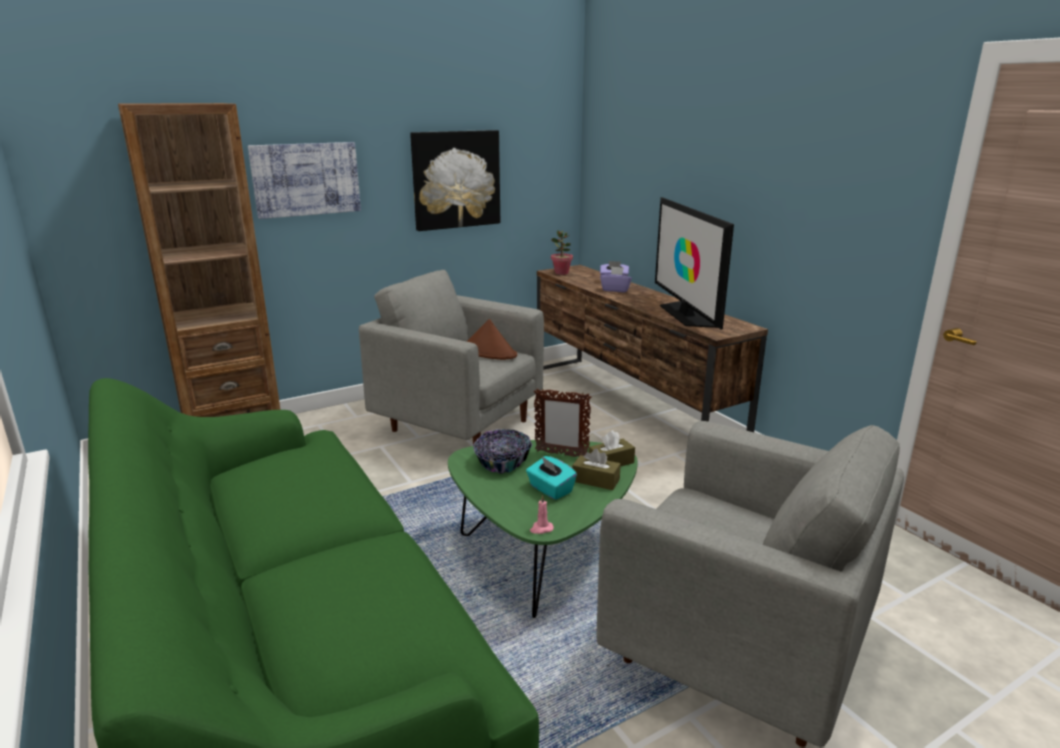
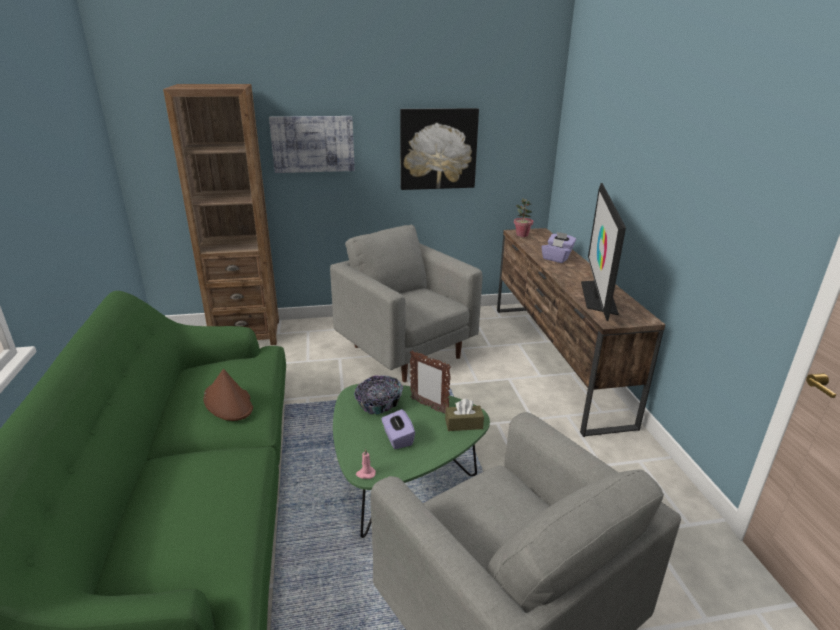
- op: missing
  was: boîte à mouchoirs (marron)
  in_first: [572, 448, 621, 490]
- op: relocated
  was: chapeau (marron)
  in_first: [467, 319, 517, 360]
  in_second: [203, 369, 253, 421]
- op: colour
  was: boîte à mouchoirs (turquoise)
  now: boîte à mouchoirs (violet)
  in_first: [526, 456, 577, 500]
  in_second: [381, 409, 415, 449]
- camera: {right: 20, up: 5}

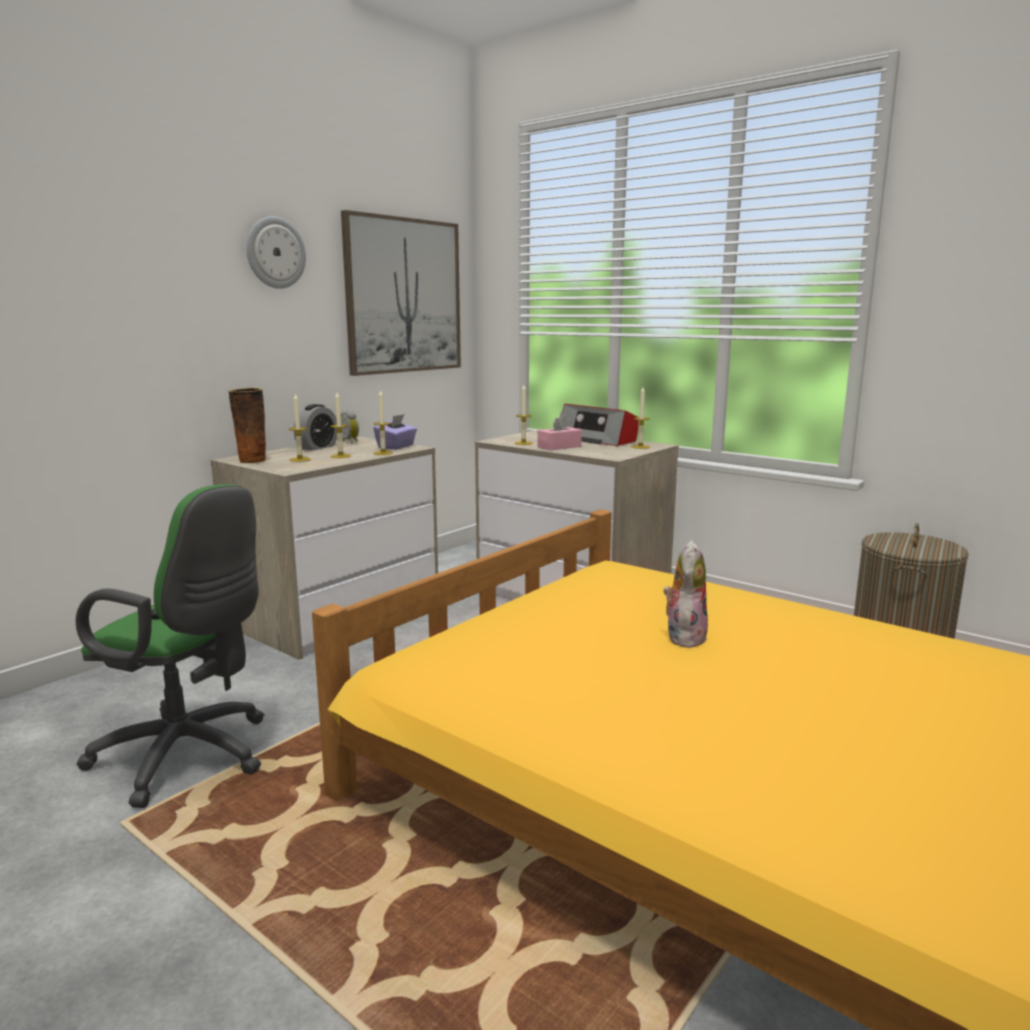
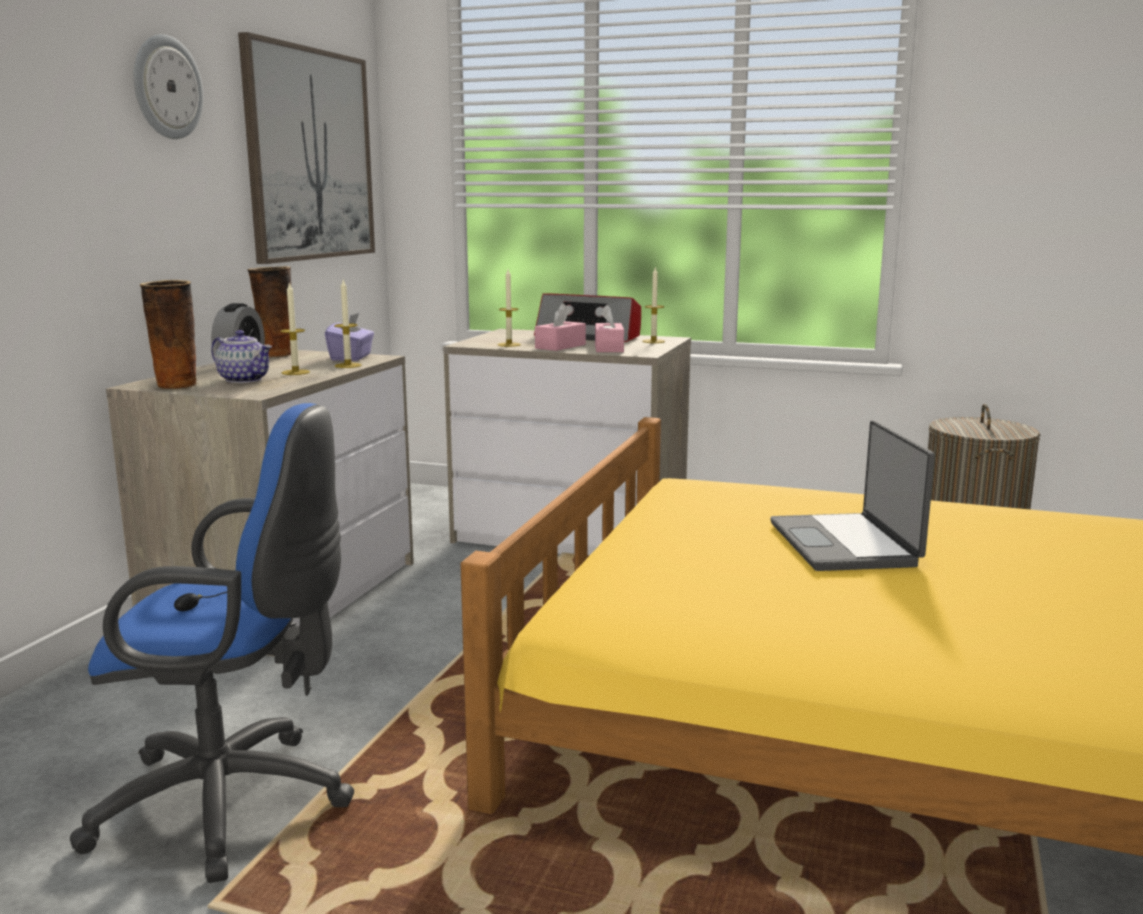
- op: appeared
  now: boîte à mouchoirs (rose)
  in_second: [595, 304, 624, 352]
- op: exchanged
  was: bougie
  now: théière
  in_first: [289, 394, 311, 462]
  in_second: [211, 330, 272, 383]
- op: exchanged
  was: réveil
  now: vase
  in_first: [341, 410, 359, 443]
  in_second: [248, 266, 291, 357]
- op: exchanged
  was: peluche
  now: ordinateur portable
  in_first: [663, 540, 708, 648]
  in_second: [770, 420, 935, 571]
- op: colour
  was: chaise de bureau (vert)
  now: chaise de bureau (bleu)
  in_first: [76, 484, 265, 808]
  in_second: [70, 403, 354, 883]
- camera: {right: -20, up: 0}

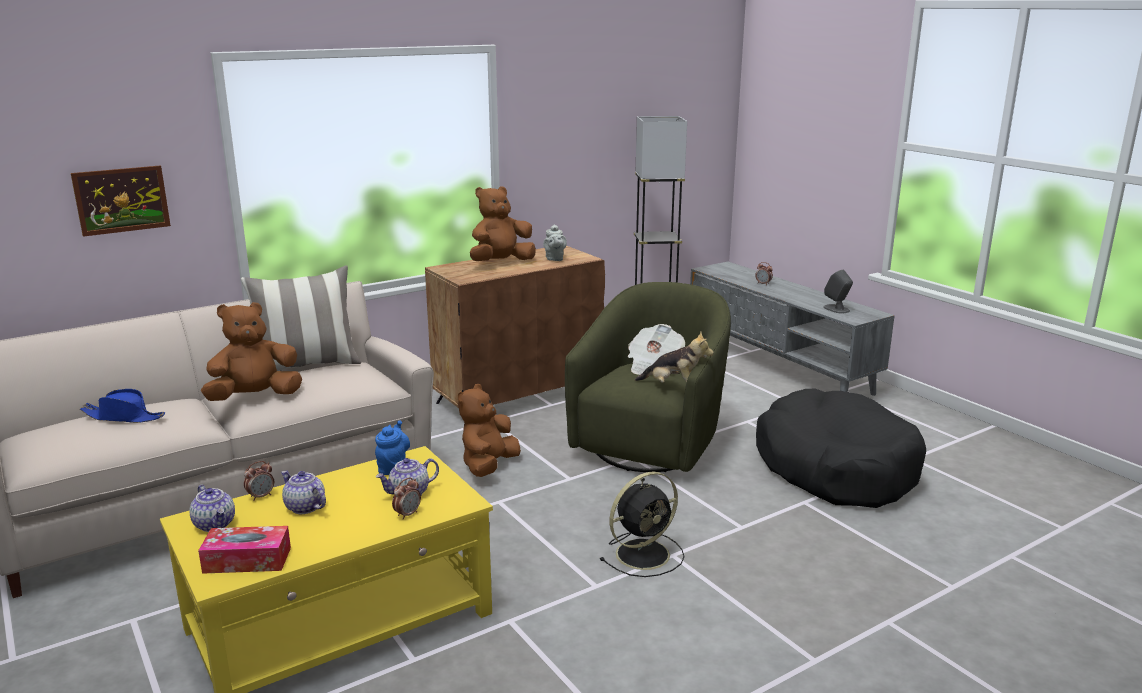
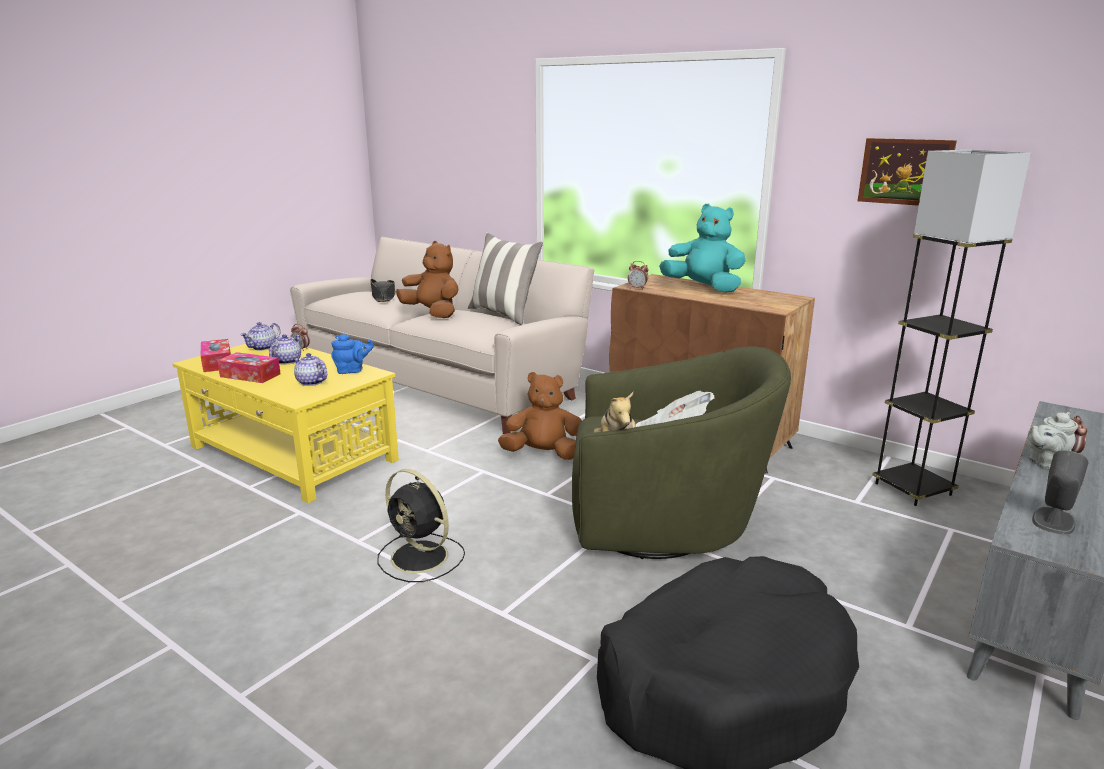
- op: appeared
  now: boîte à mouchoirs
  in_second: [217, 352, 281, 383]
- op: relocated
  was: tableau
  in_first: [71, 165, 171, 237]
  in_second: [857, 138, 957, 206]
- op: relocated
  was: réveil
  in_first: [392, 477, 421, 520]
  in_second: [628, 261, 649, 290]
- op: relocated
  was: théière (gris)
  in_first: [543, 224, 567, 261]
  in_second: [1027, 412, 1078, 470]
- op: colour
  was: chapeau (bleu)
  now: chapeau (noir)
  in_first: [80, 389, 165, 423]
  in_second: [370, 279, 396, 302]
- op: colour
  was: peluche (marron)
  now: peluche (turquoise)
  in_first: [470, 186, 536, 261]
  in_second: [659, 203, 746, 293]
- camera: {right: 70, up: 0}

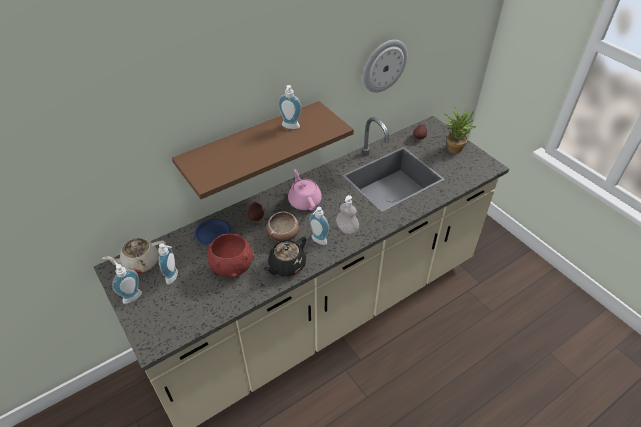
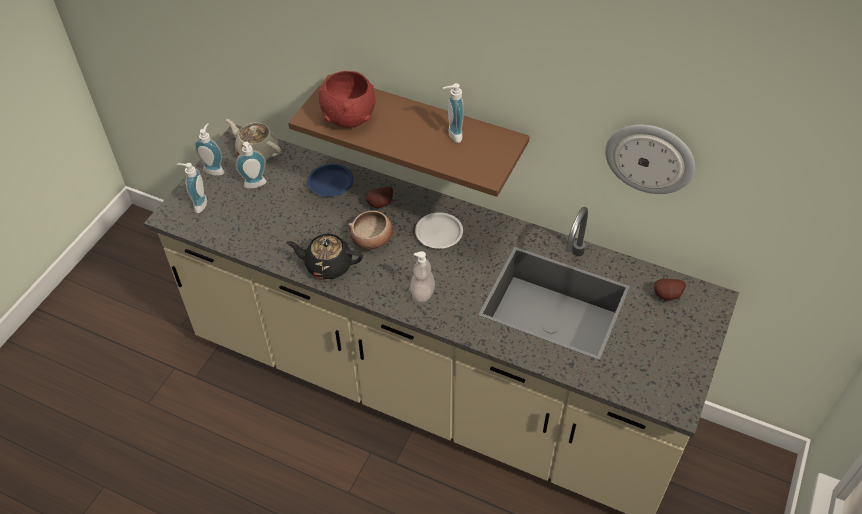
- op: missing
  was: plante en pot
  in_first: [443, 107, 477, 153]
- op: relocated
  was: bol (rouge)
  in_first: [208, 234, 254, 278]
  in_second: [319, 71, 375, 128]
- op: relocated
  was: distributeur de savon
  in_first: [309, 207, 329, 245]
  in_second: [177, 163, 207, 213]
- op: exchanged
  was: théière (rose)
  now: assiette (blanc)
  in_first: [288, 169, 322, 211]
  in_second: [415, 212, 463, 249]
- camera: {right: 60, up: 5}

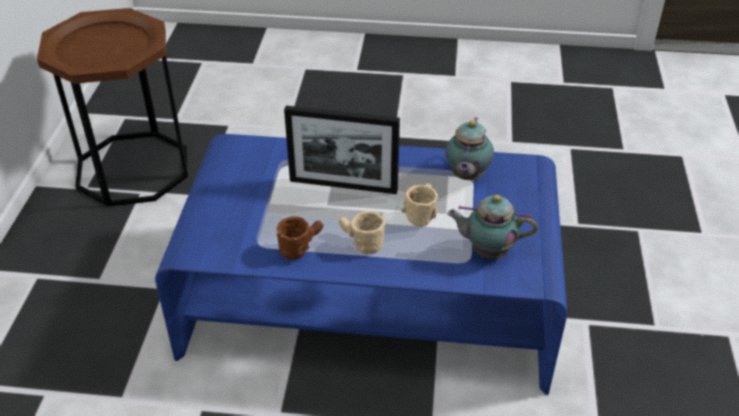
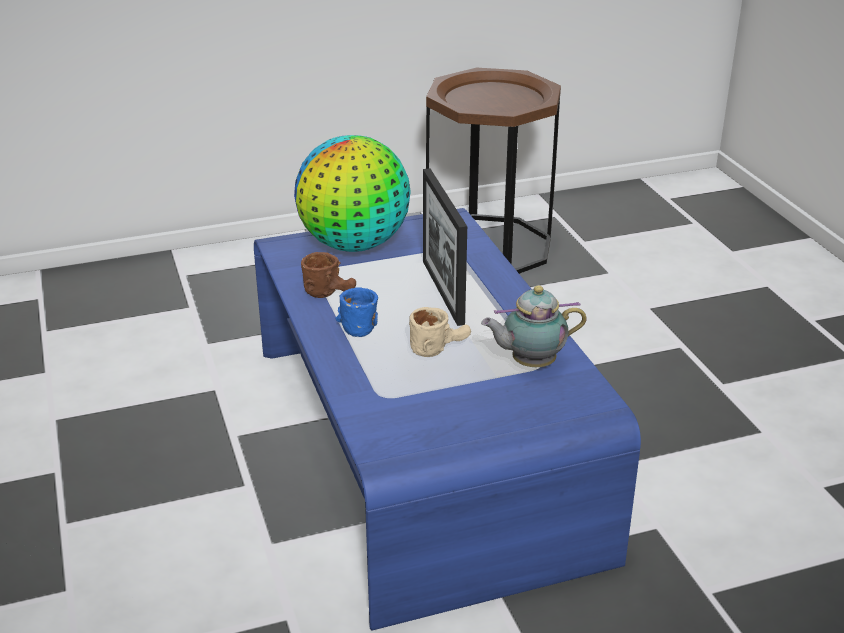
- op: missing
  was: théière
  in_first: [447, 195, 537, 258]
- op: appeared
  now: globe
  in_second: [294, 135, 411, 252]
- op: colour
  was: mug (beige)
  now: mug (bleu)
  in_first: [339, 211, 385, 254]
  in_second: [335, 287, 378, 337]
- camera: {right: 65, up: -10}

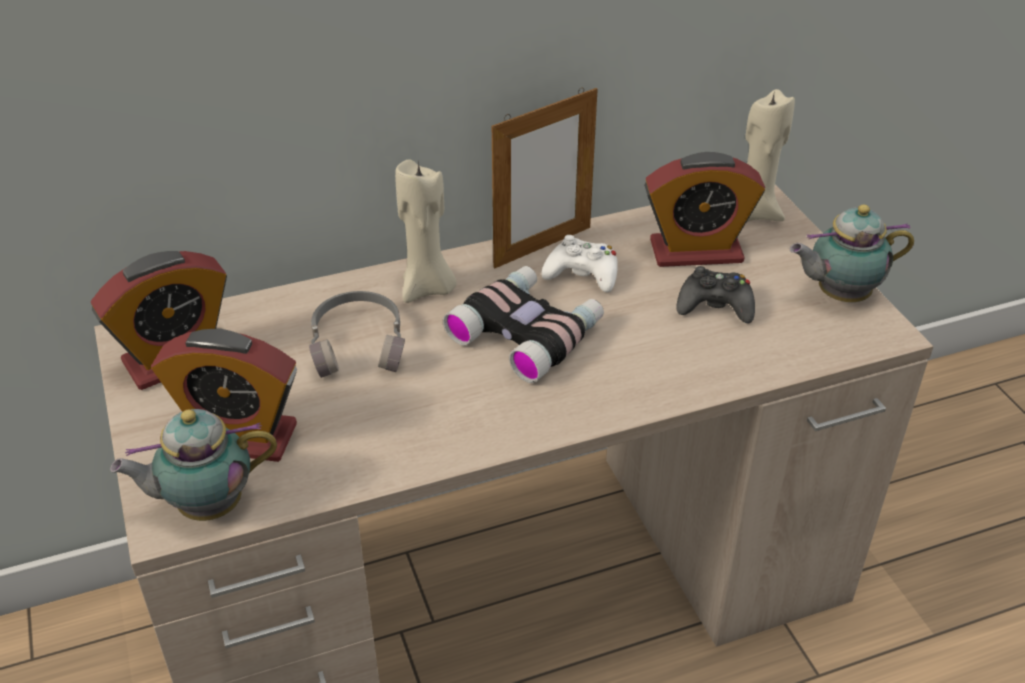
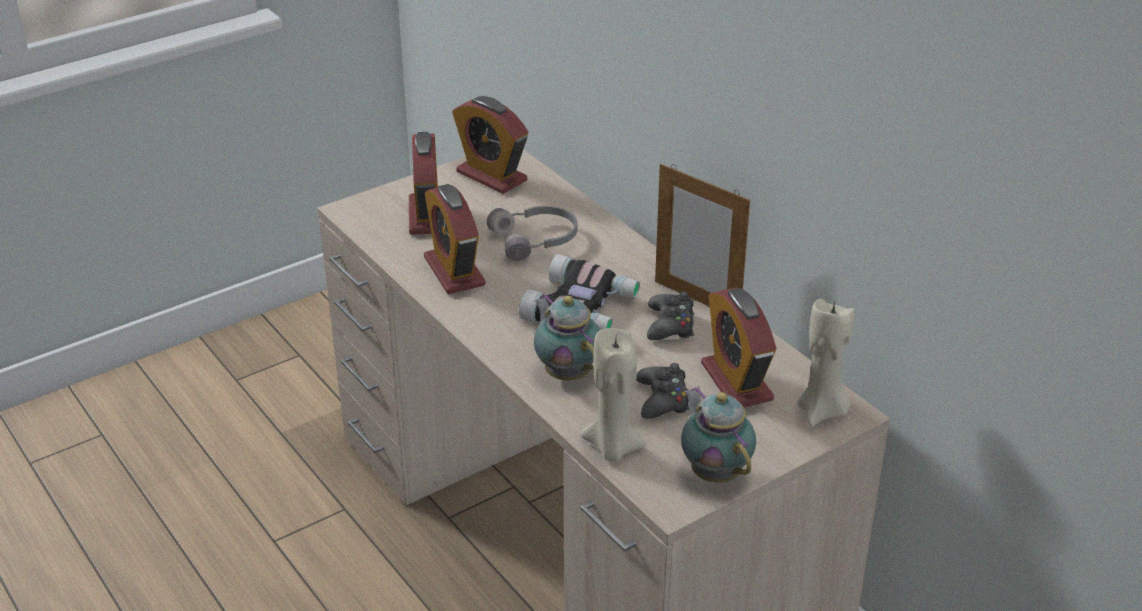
- op: appeared
  now: réveil
  in_second: [424, 184, 485, 294]
- op: relocated
  was: théière
  in_first: [110, 409, 277, 521]
  in_second: [534, 294, 600, 380]
- op: relocated
  was: bougie (beige)
  in_first: [395, 159, 457, 303]
  in_second: [581, 328, 647, 462]
- op: colour
  was: manette (blanc)
  now: manette (noir)
  in_first: [541, 235, 618, 292]
  in_second: [647, 291, 694, 340]
- camera: {right: 75, up: -5}

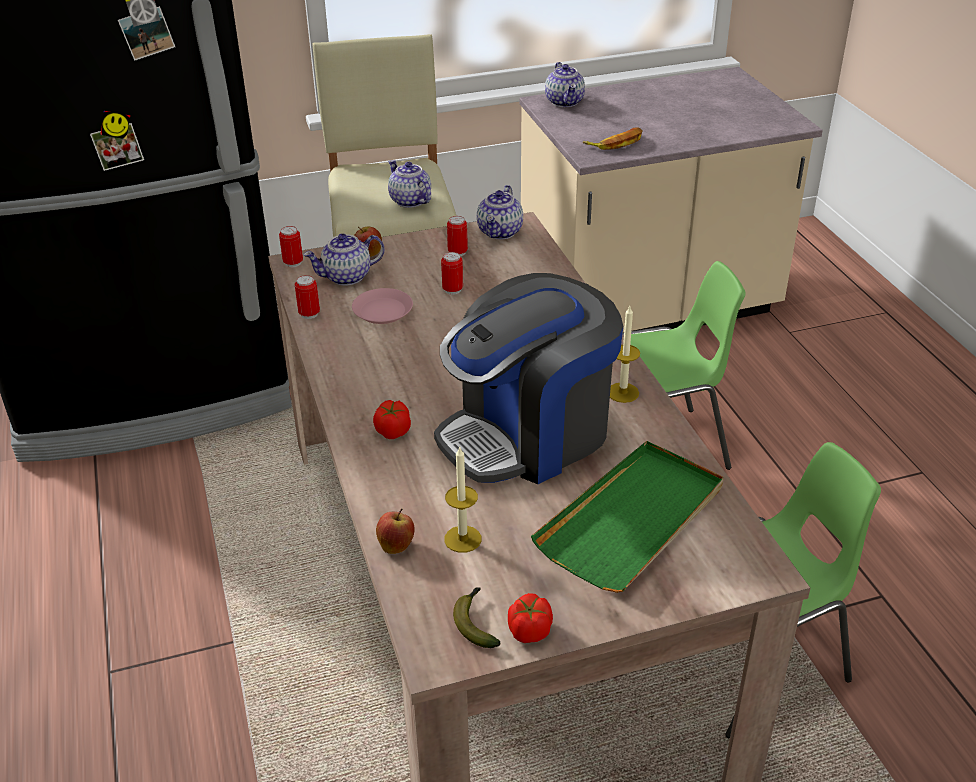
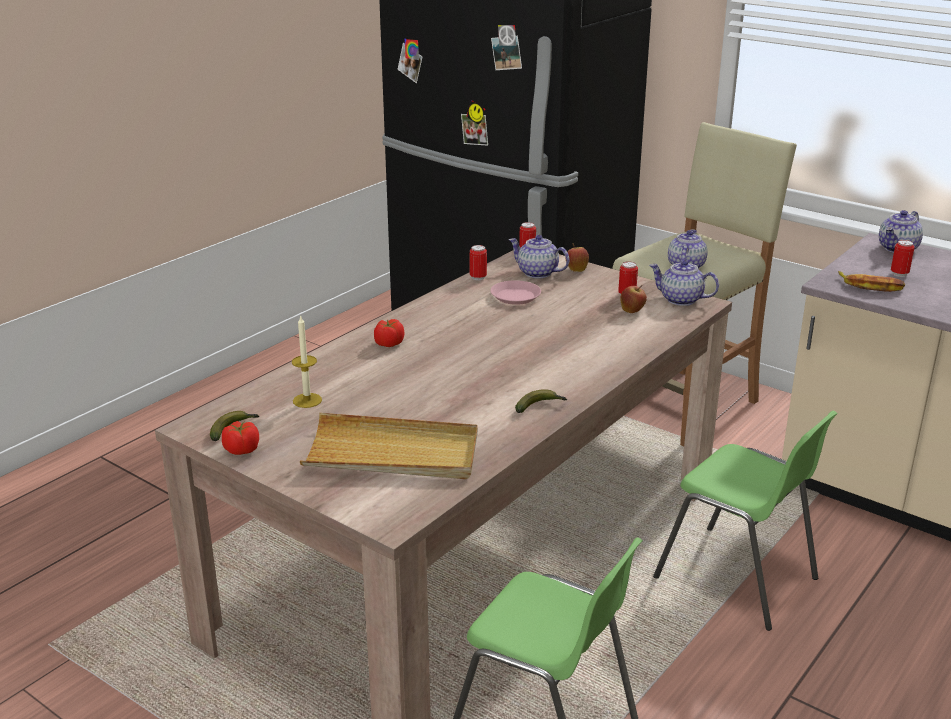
- op: missing
  was: machine à café
  in_first: [434, 273, 623, 484]
- op: relocated
  was: pomme
  in_first: [376, 509, 414, 554]
  in_second: [620, 285, 647, 313]
- op: relocated
  was: boîte métallique
  in_first: [441, 252, 463, 295]
  in_second: [891, 240, 915, 277]
- op: exchanged
  was: bougie
  now: banane
  in_first: [610, 306, 640, 403]
  in_second: [515, 389, 567, 413]
- op: colour
  was: plateau (vert)
  now: plateau (beige)
  in_first: [531, 441, 724, 593]
  in_second: [300, 413, 478, 479]
- op: spun
  was: théière
  in_first: [477, 185, 523, 239]
  in_second: [649, 260, 719, 306]
  clockwise: 45
- camera: {right: 55, up: -10}

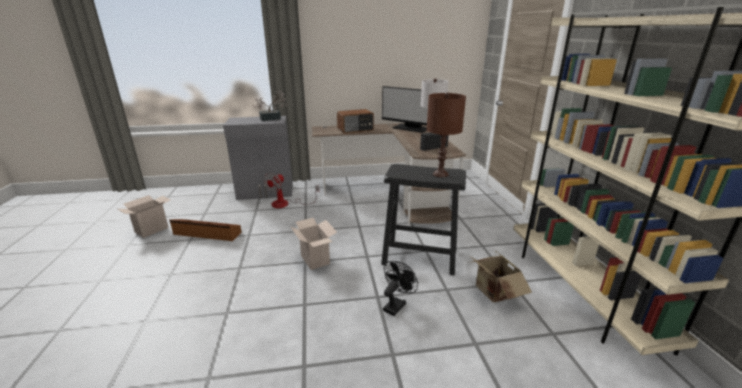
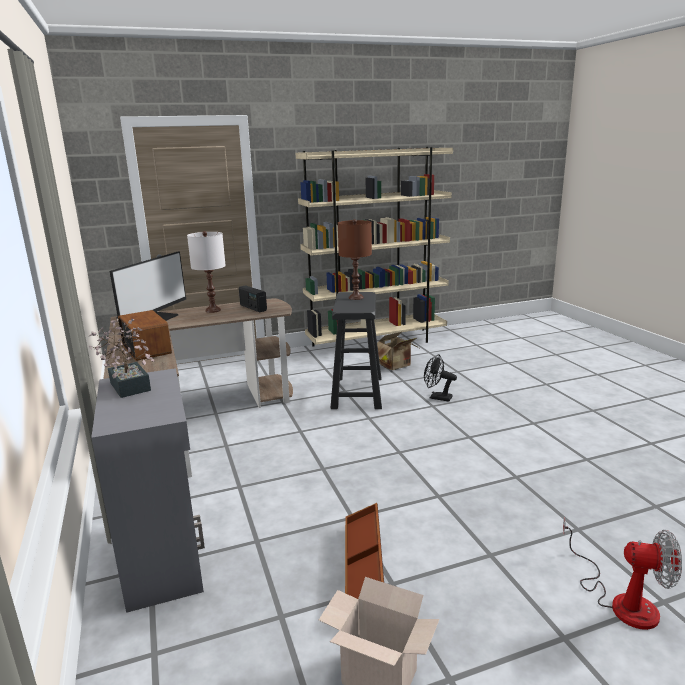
- op: missing
  was: carton
  in_first: [291, 218, 337, 270]
- op: relocated
  was: ventilateur
  in_first: [264, 172, 319, 208]
  in_second: [563, 517, 682, 630]
- camera: {right: -100, up: -5}

